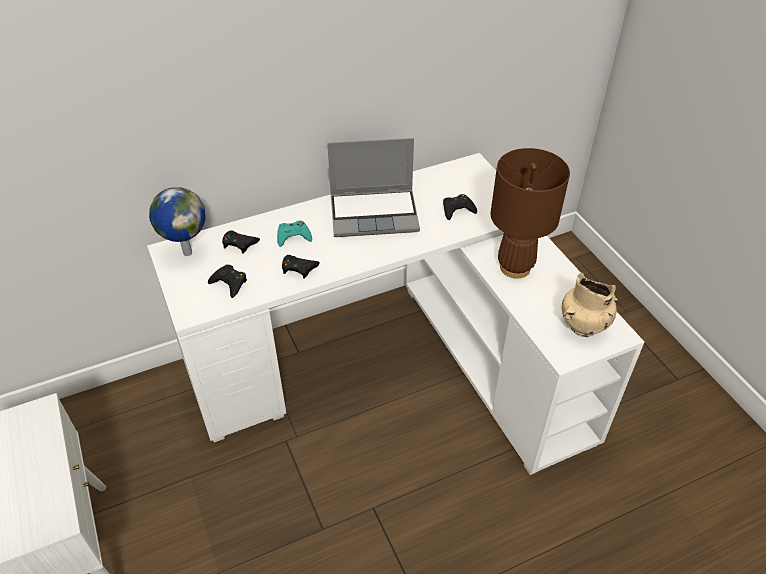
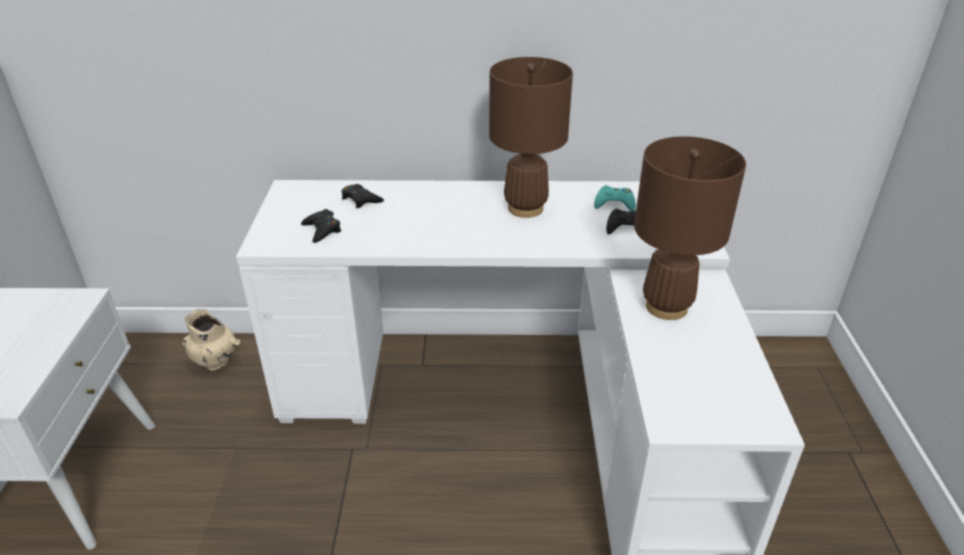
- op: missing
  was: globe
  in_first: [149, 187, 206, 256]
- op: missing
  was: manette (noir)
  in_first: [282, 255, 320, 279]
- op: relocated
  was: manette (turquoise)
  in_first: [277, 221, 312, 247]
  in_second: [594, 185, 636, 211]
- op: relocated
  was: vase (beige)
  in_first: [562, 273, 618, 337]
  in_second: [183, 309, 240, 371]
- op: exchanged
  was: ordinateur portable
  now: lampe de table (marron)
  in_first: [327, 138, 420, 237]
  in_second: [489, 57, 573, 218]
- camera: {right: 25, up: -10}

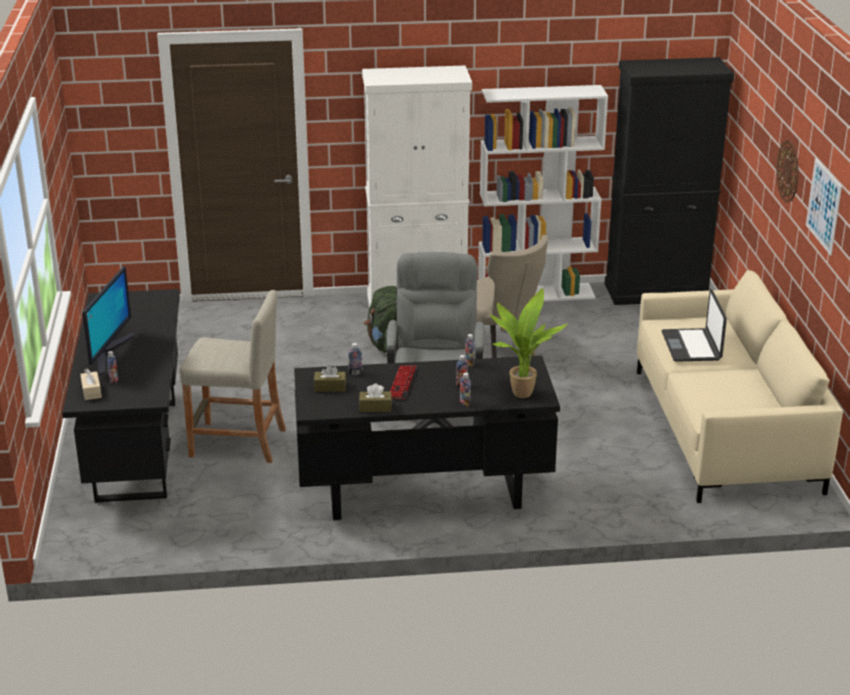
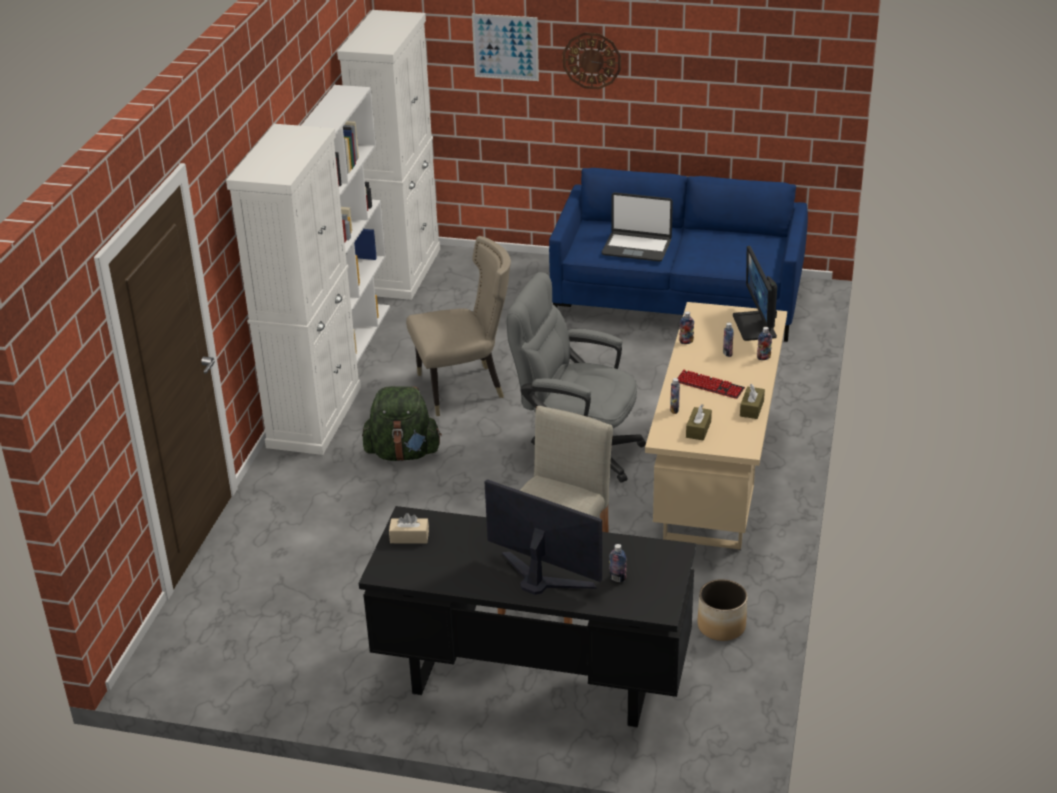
- op: appeared
  now: cache-pot
  in_second: [698, 579, 748, 641]
- op: relocated
  was: boîte à mouchoirs (beige)
  in_first: [80, 369, 102, 400]
  in_second: [389, 513, 429, 543]
- op: relocated
  was: tableau
  in_first: [806, 158, 842, 256]
  in_second: [472, 14, 539, 81]
- op: exchanged
  was: plante en pot
  now: écran d'ordinateur
  in_first: [490, 288, 568, 398]
  in_second: [733, 246, 777, 341]
- op: colour
  was: bureau (noir)
  now: bureau (beige)
  in_first: [294, 356, 560, 520]
  in_second: [645, 302, 787, 550]
- op: colour
  was: meuble de rangement (noir)
  now: meuble de rangement (blanc)
  in_first: [605, 57, 734, 305]
  in_second: [337, 10, 440, 300]
- op: colour
  was: canapé (beige)
  now: canapé (bleu)
  in_first: [637, 270, 843, 503]
  in_second: [549, 168, 808, 342]
- camera: {right: -70, up: 5}

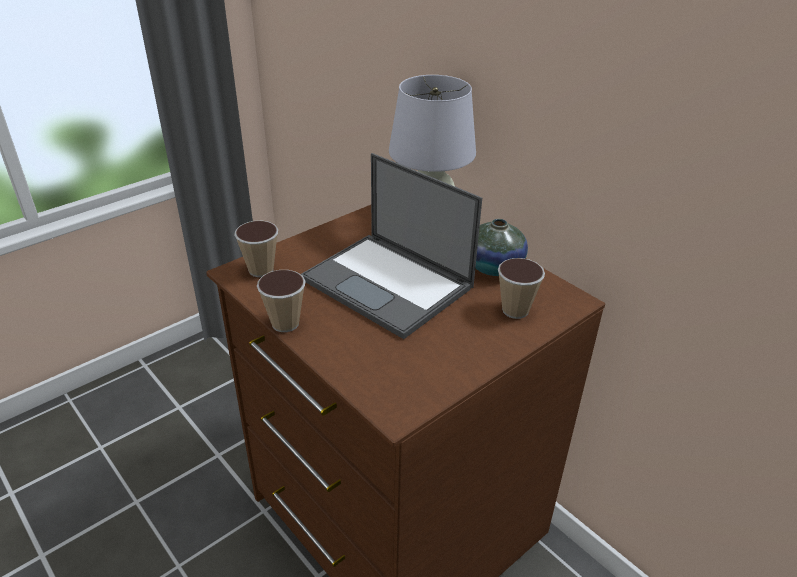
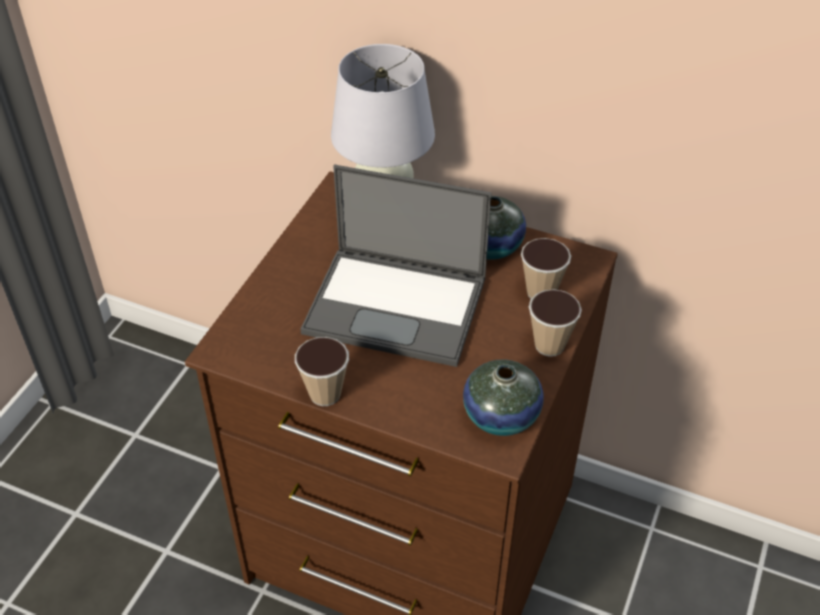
- op: appeared
  now: vase
  in_second: [463, 359, 544, 436]
- op: relocated
  was: tasse
  in_first: [234, 221, 278, 277]
  in_second: [529, 289, 582, 357]
- camera: {right: -25, up: 10}

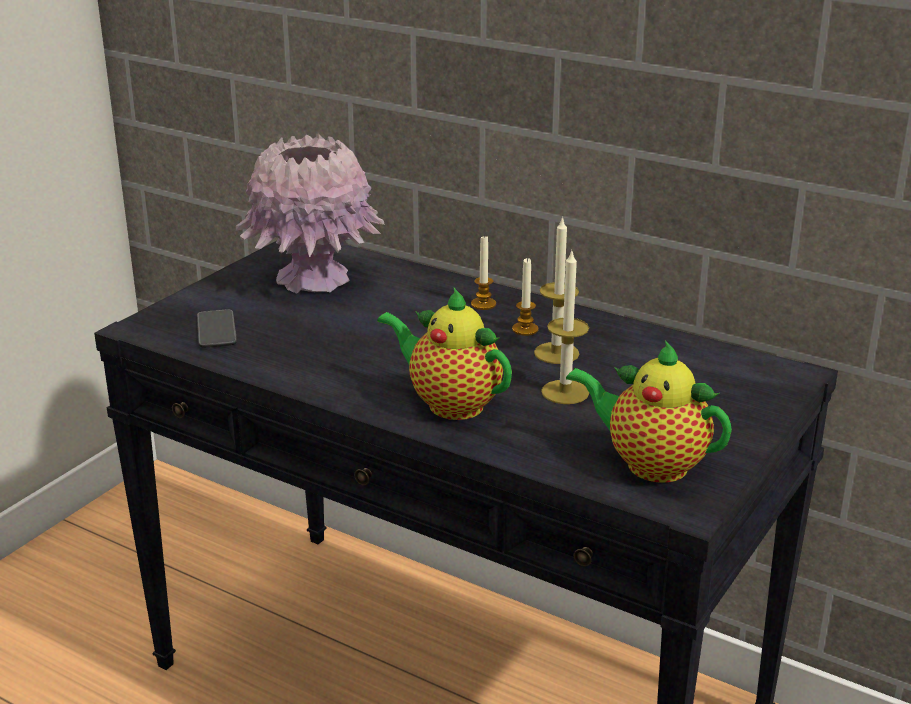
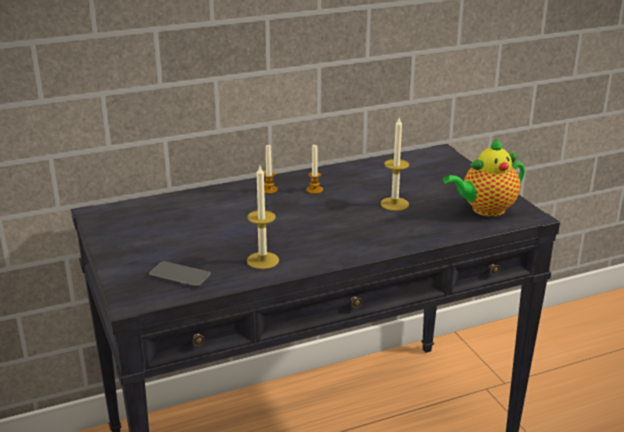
- op: missing
  was: vase (rose)
  in_first: [236, 133, 385, 294]
- op: missing
  was: théière
  in_first: [377, 288, 512, 420]
- op: relocated
  was: bougie
  in_first: [534, 216, 579, 364]
  in_second: [247, 166, 279, 269]
- camera: {right: -55, up: 0}

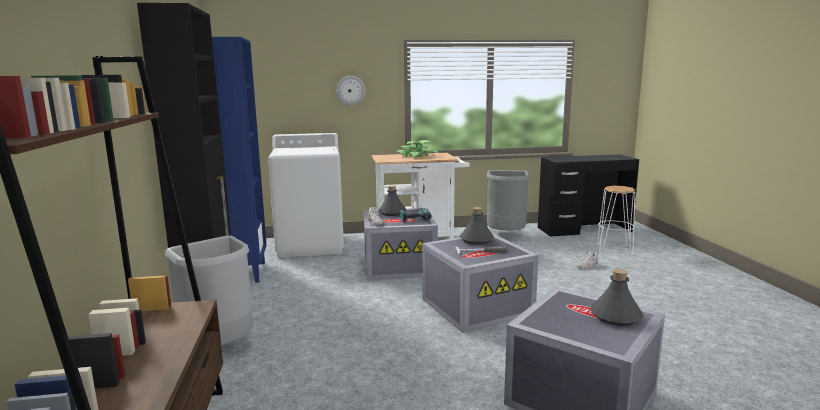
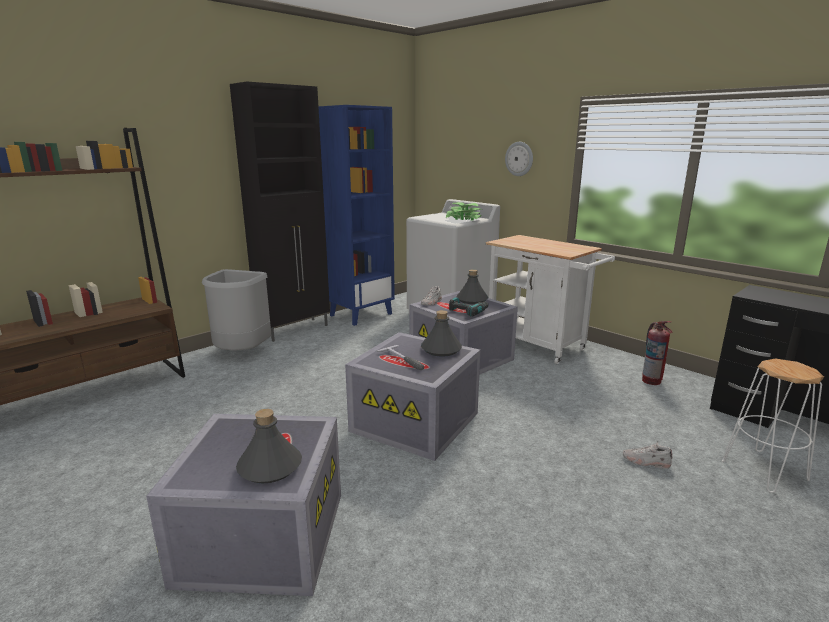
- op: relocated
  was: plante en pot
  in_first: [397, 140, 438, 157]
  in_second: [446, 202, 482, 221]
- op: exchanged
  was: poubelle (gris)
  now: extincteur
  in_first: [487, 170, 530, 230]
  in_second: [642, 321, 673, 385]
- camera: {right: 55, up: 5}

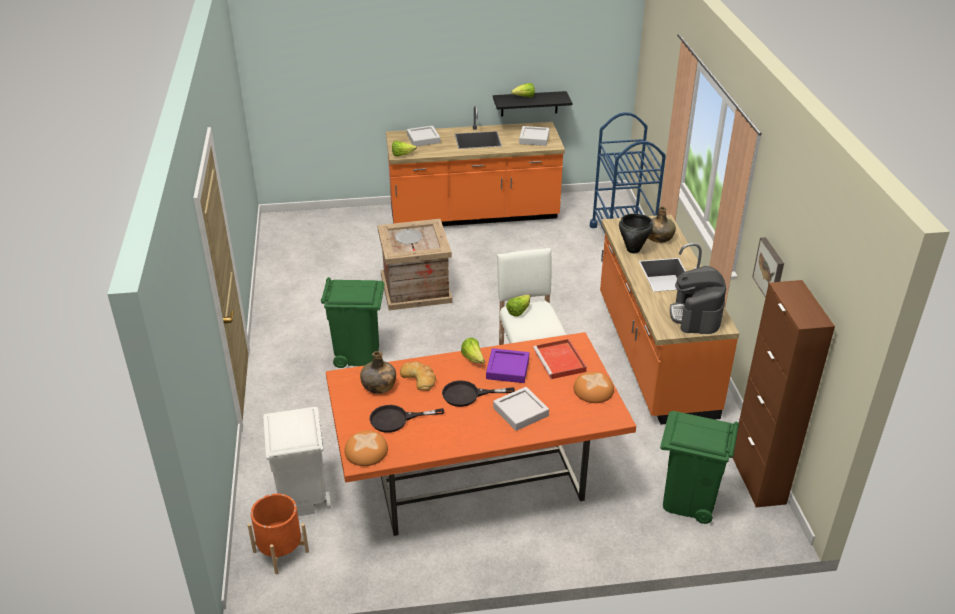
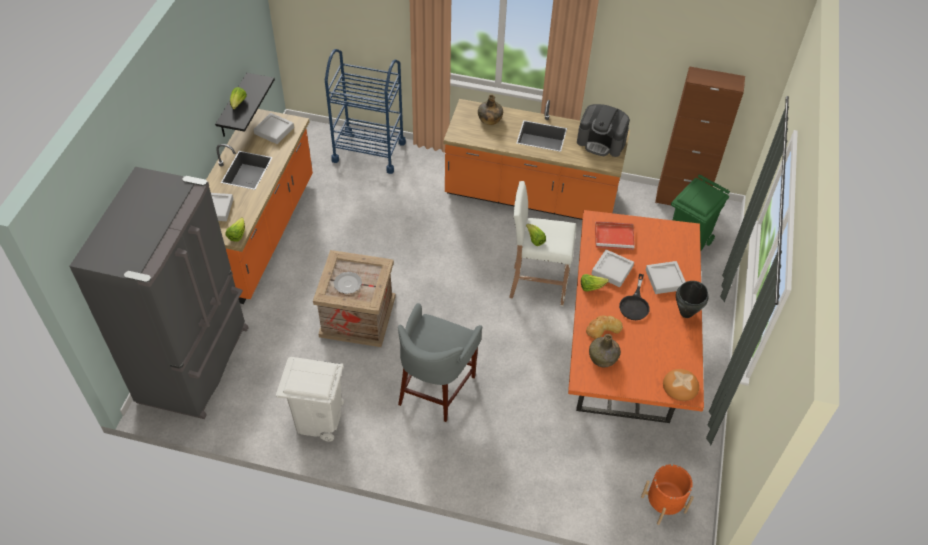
- op: missing
  was: poêle (noir)
  in_first: [370, 405, 444, 433]
- op: missing
  was: pain
  in_first: [574, 372, 614, 403]
- op: missing
  was: tableau
  in_first: [752, 237, 784, 298]
- op: appeared
  now: réfrigérateur (gris)
  in_second: [69, 167, 249, 419]
- op: relocated
  was: poubelle (blanc)
  in_first: [263, 407, 331, 516]
  in_second: [276, 357, 344, 442]
- op: relocated
  was: marmite (noir)
  in_first: [619, 214, 653, 253]
  in_second: [676, 281, 708, 318]
- op: exchanged
  was: poubelle (vert)
  now: tabouret (gris)
  in_first: [321, 277, 385, 368]
  in_second: [398, 303, 482, 422]
- op: colour
  was: plateau (violet)
  now: plateau (gris)
  in_first: [486, 348, 529, 383]
  in_second: [592, 249, 634, 287]
- camera: {right: -70, up: 15}

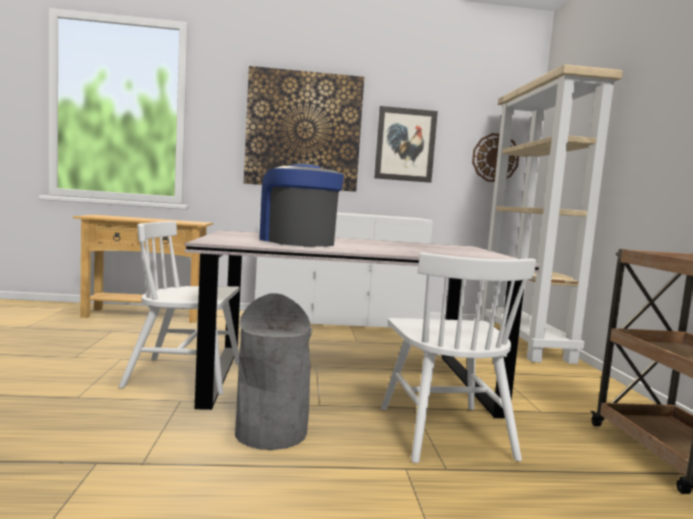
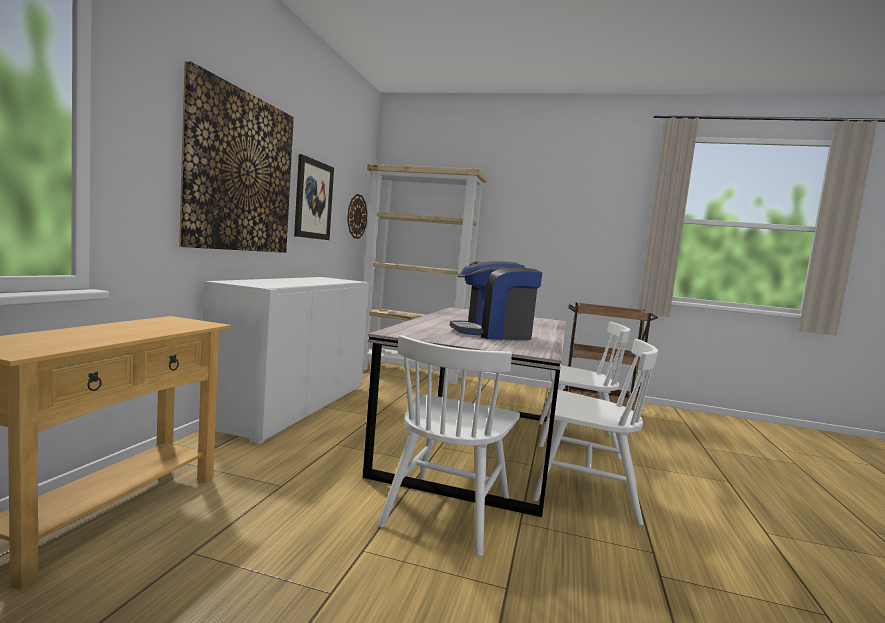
- op: exchanged
  was: poubelle (gris)
  now: chaise (blanc)
  in_first: [235, 293, 312, 450]
  in_second: [533, 339, 658, 526]
- camera: {right: -70, up: 0}

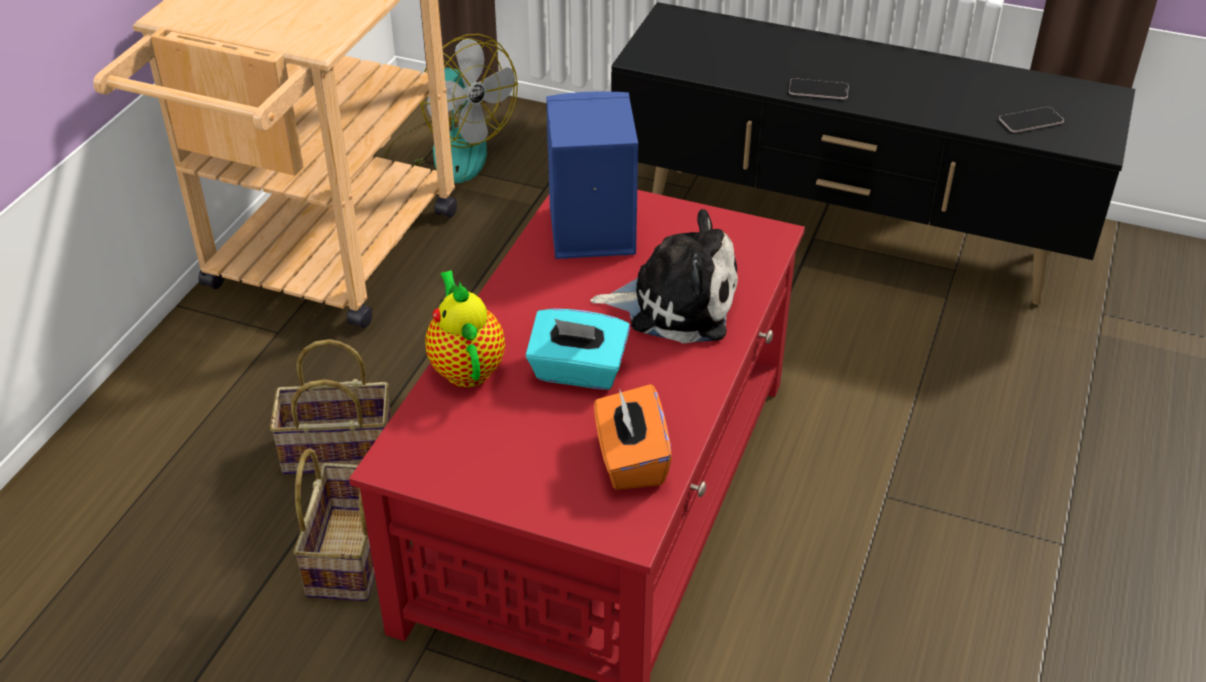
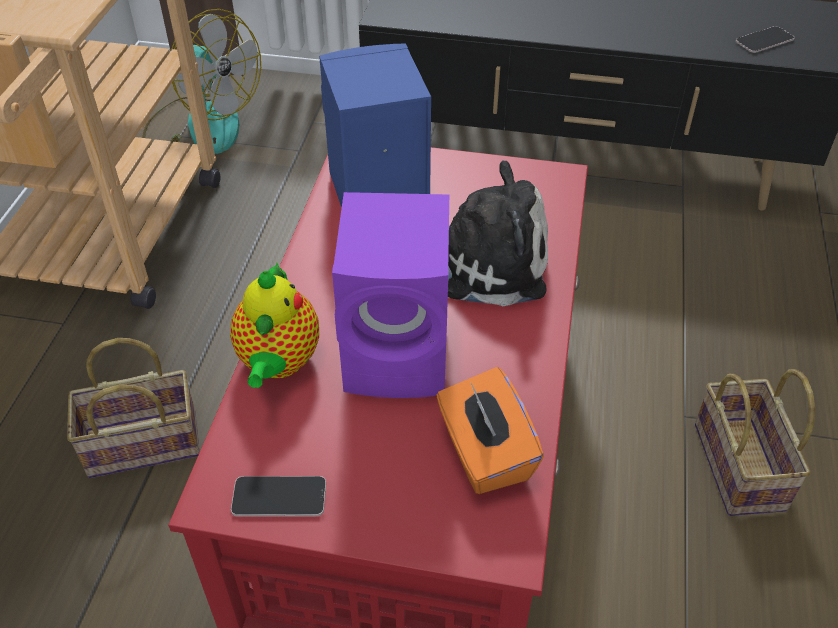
- op: relocated
  was: panier
  in_first: [293, 448, 375, 601]
  in_second: [695, 369, 815, 516]
- op: relocated
  was: téléphone
  in_first: [789, 78, 849, 99]
  in_second: [231, 476, 326, 517]
- op: exchanged
  was: boîte à mouchoirs (turquoise)
  now: enceinte (violet)
  in_first: [525, 309, 630, 390]
  in_second: [332, 192, 449, 398]
- op: spun
  was: théière
  in_first: [425, 271, 505, 387]
  in_second: [230, 263, 319, 388]
  clockwise: -150
- camera: {right: -10, up: 5}

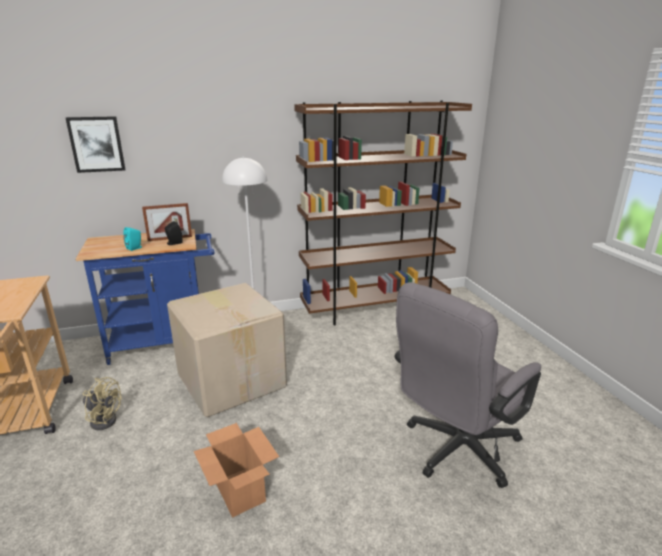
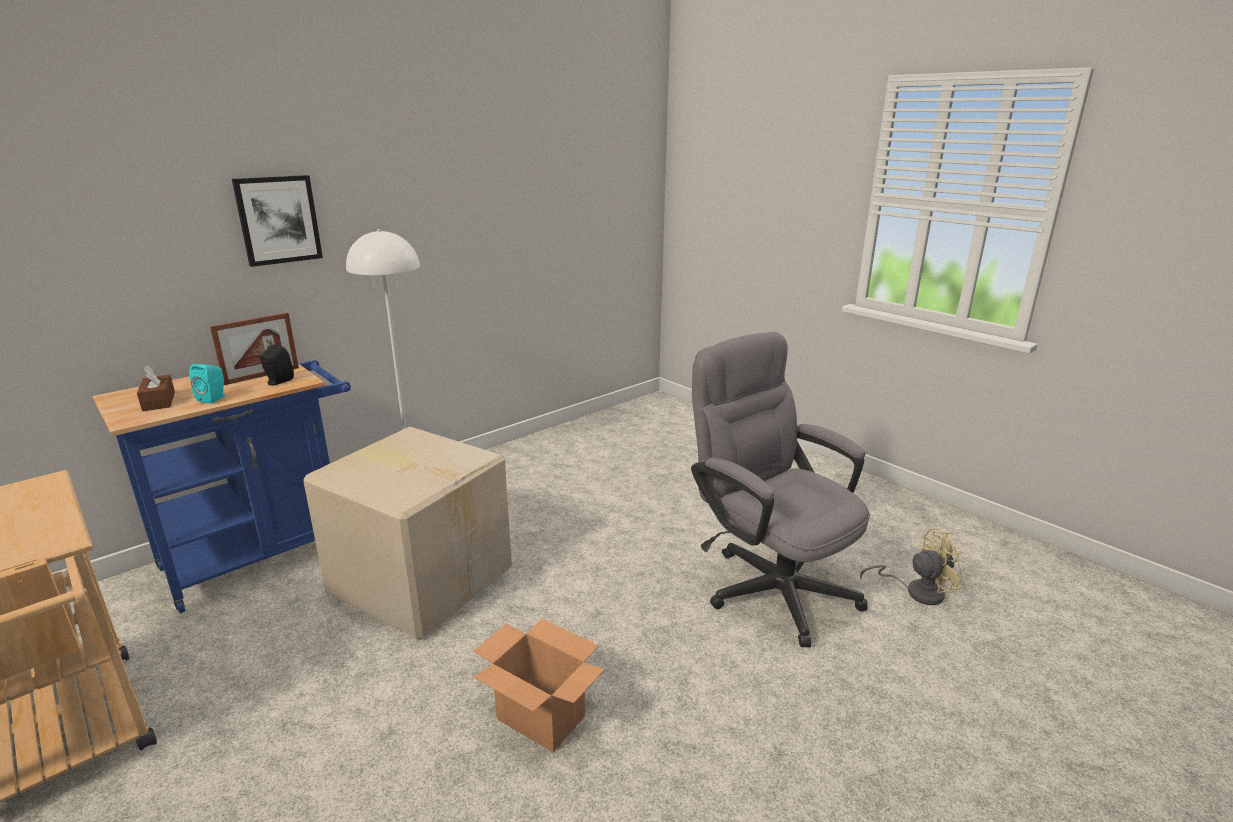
- op: missing
  was: bibliothèque (marron)
  in_first: [294, 101, 472, 325]
- op: appeared
  now: boîte à mouchoirs (marron)
  in_second: [137, 365, 175, 411]
- op: relocated
  was: tableau
  in_first: [66, 116, 126, 173]
  in_second: [232, 175, 323, 267]
- op: relocated
  was: ventilateur (beige)
  in_first: [83, 377, 122, 430]
  in_second: [860, 528, 965, 605]
- op: spun
  was: chaise de bureau (gris)
  in_first: [394, 282, 541, 488]
  in_second: [691, 332, 870, 647]
  clockwise: 120
- camera: {right: -25, up: 0}

